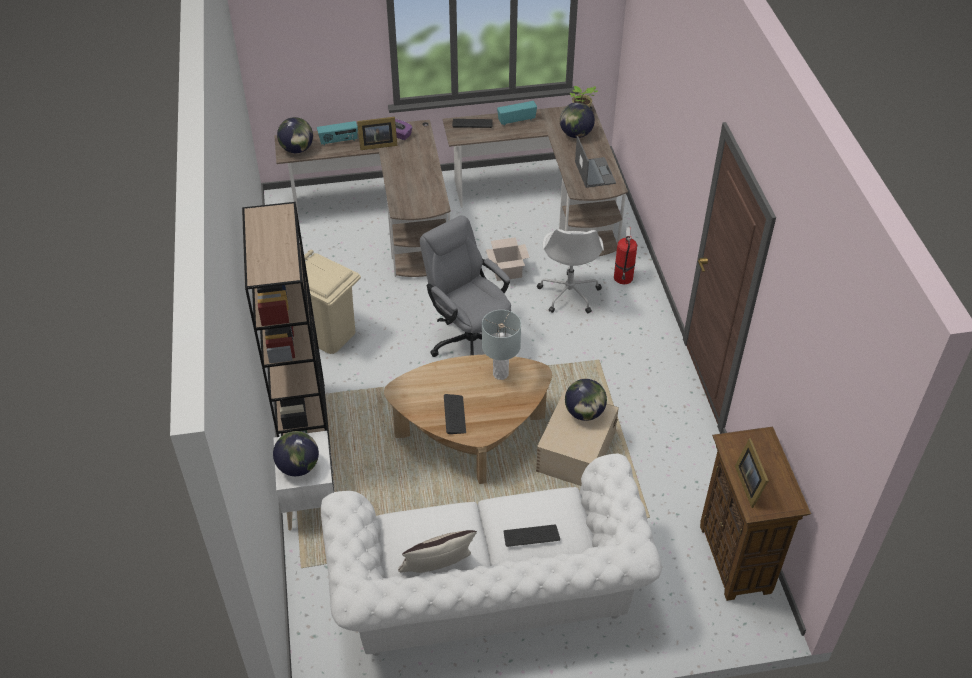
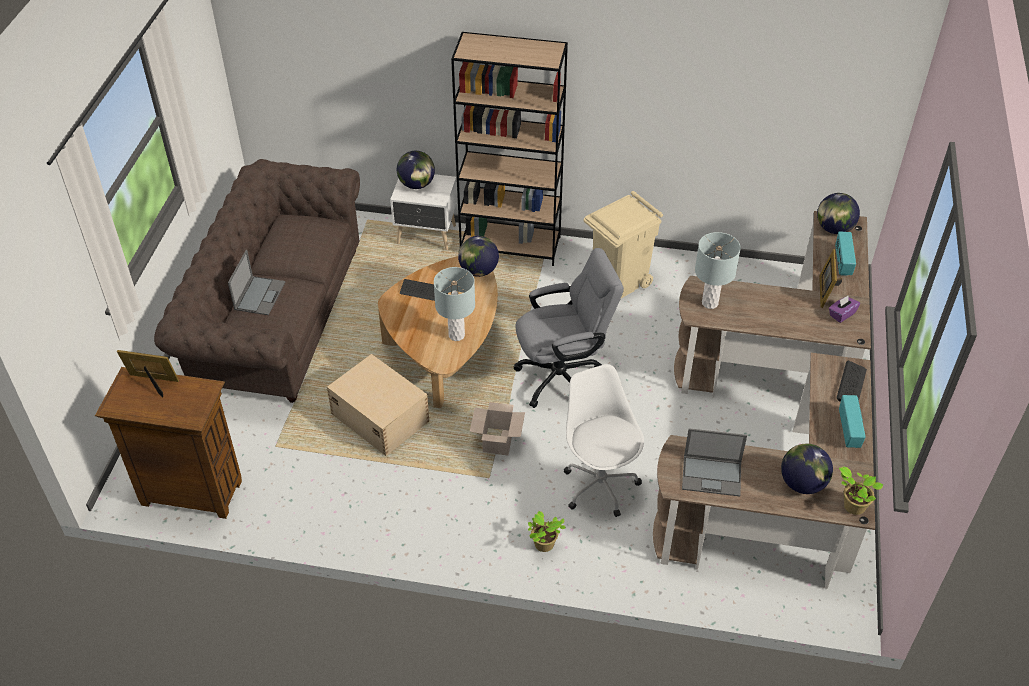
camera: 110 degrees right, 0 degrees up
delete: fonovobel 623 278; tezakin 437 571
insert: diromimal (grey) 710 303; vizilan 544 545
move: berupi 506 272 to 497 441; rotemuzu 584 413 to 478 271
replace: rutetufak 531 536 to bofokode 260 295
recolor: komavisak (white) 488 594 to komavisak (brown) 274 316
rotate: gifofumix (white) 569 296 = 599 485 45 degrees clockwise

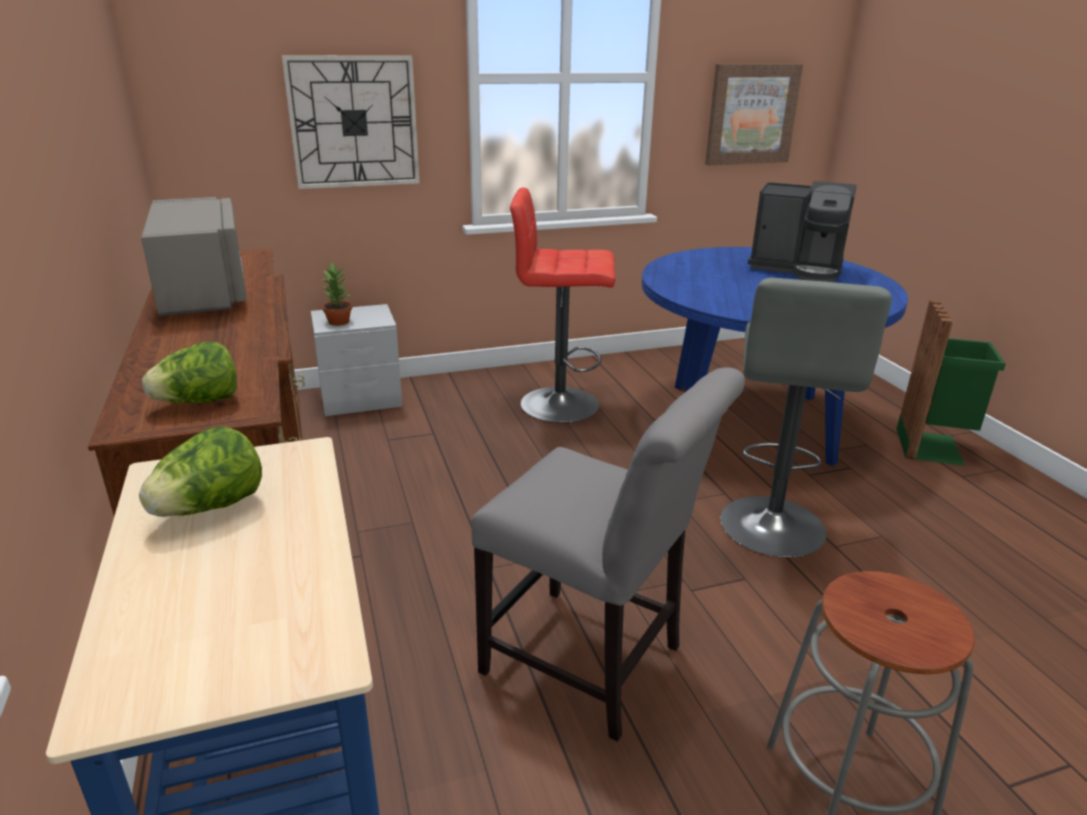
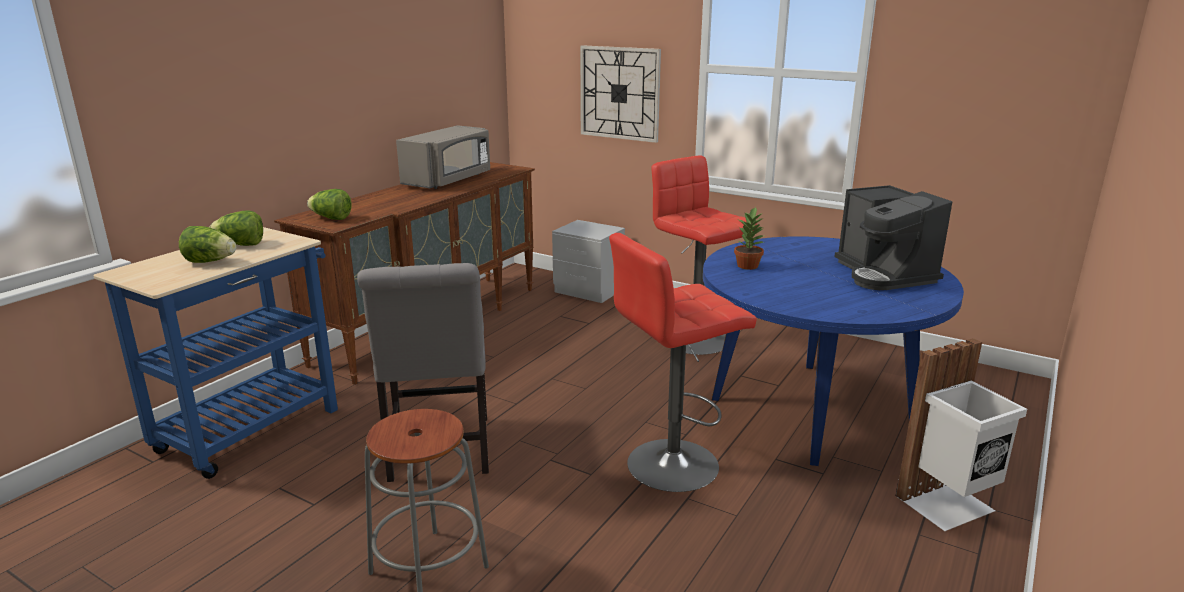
camera: 50 degrees right, 5 degrees down
delete: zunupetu 751 114
insert: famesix 210 262
move: vizilan 339 321 to 748 266
recolor: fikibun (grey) 771 526 to fikibun (red) 671 465; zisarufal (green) 933 447 to zisarufal (white) 948 505

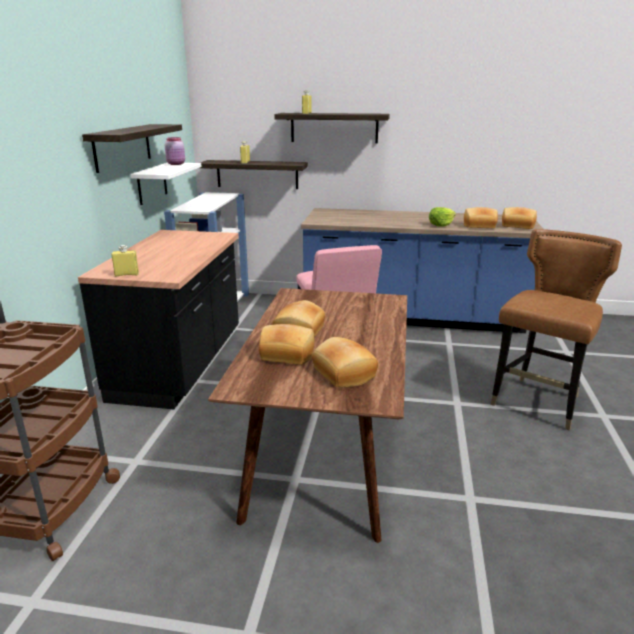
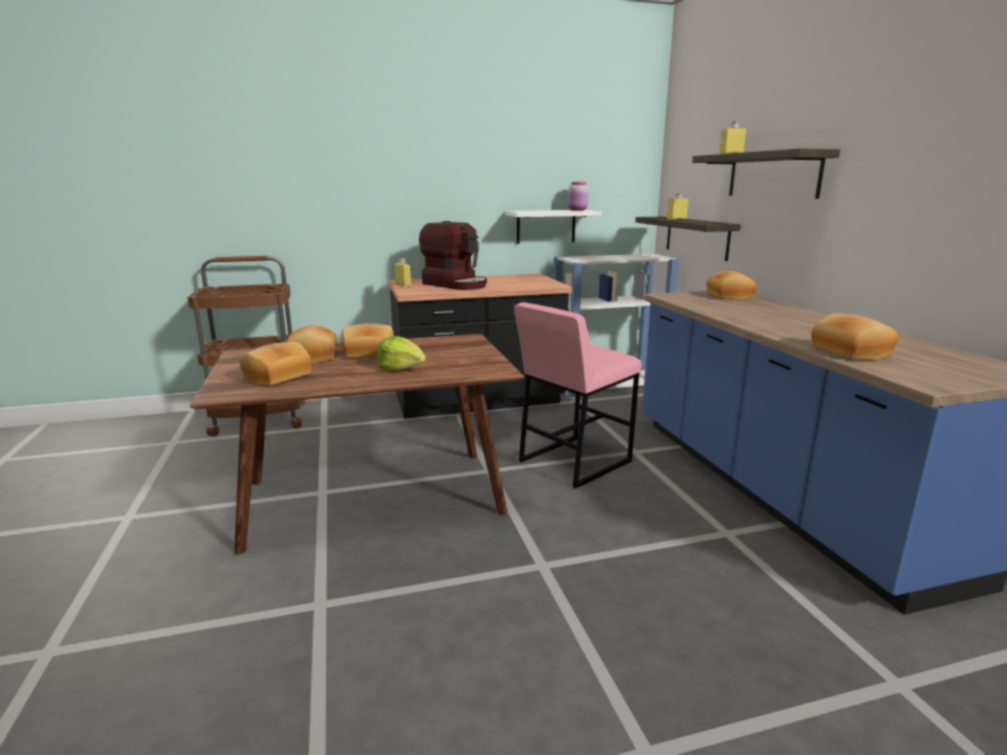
camera: 65 degrees right, 5 degrees down
delete: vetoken 123 147; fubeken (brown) 538 403
insert: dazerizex 456 284
move: famesix 441 225 to 401 368; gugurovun 517 226 to 728 296

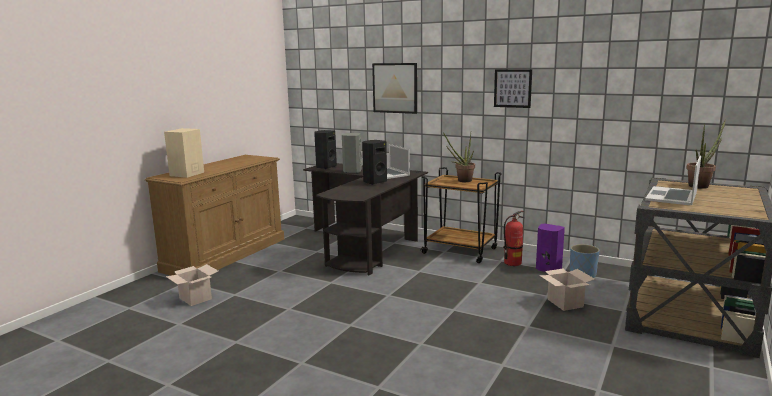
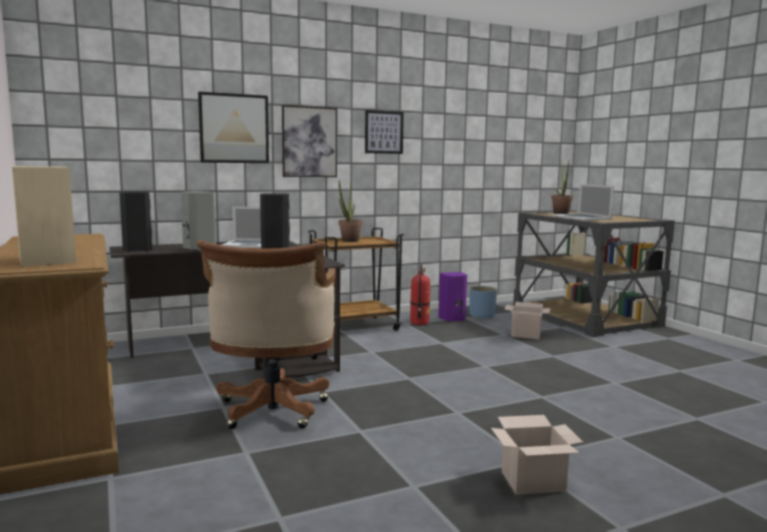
camera: 55 degrees left, 5 degrees down
insert: zunupetu 309 142; gifofumix 272 411
move: berupi 194 298 to 532 482

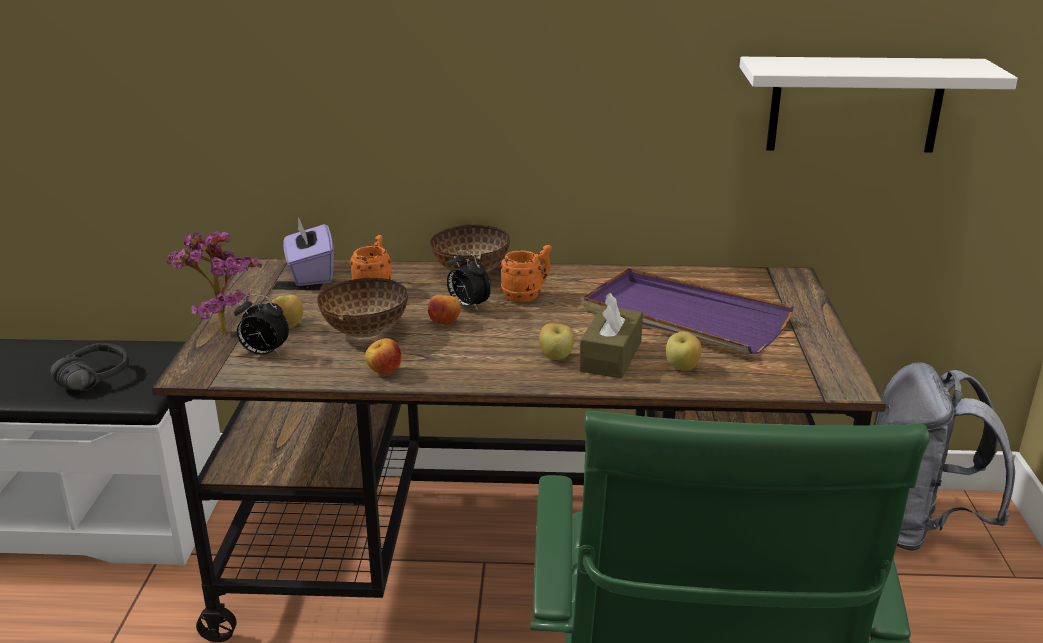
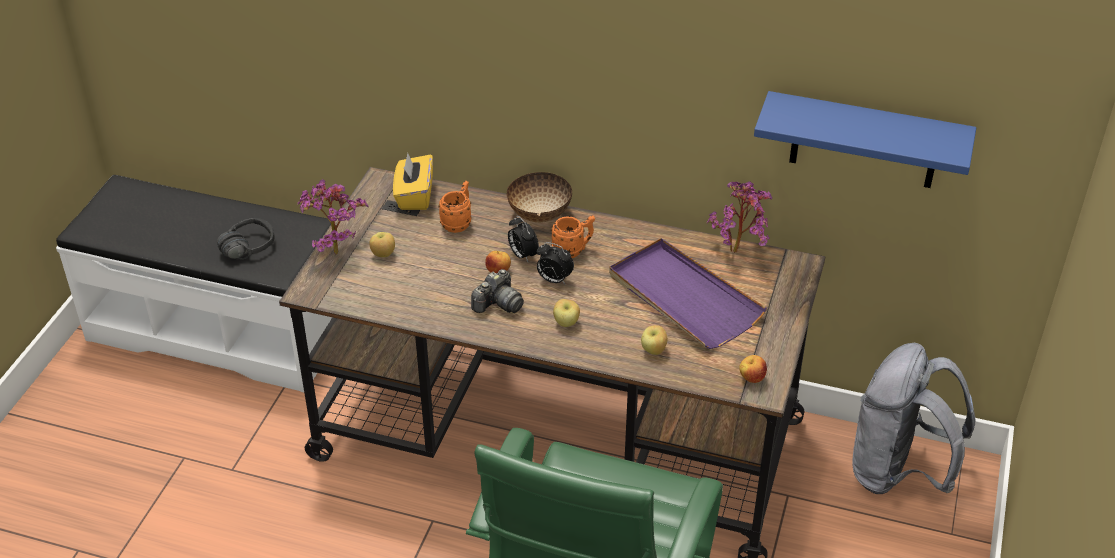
camera: 15 degrees right, 15 degrees up
delete: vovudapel 365 332; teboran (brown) 611 356
insert: vizilan 739 250; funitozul 498 304
move: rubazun 264 354 to 554 280; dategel 384 372 to 751 378
recolor: vetoken (white) 855 104 to vetoken (blue) 865 141; teboran (purple) 311 274 to teboran (yellow) 414 196

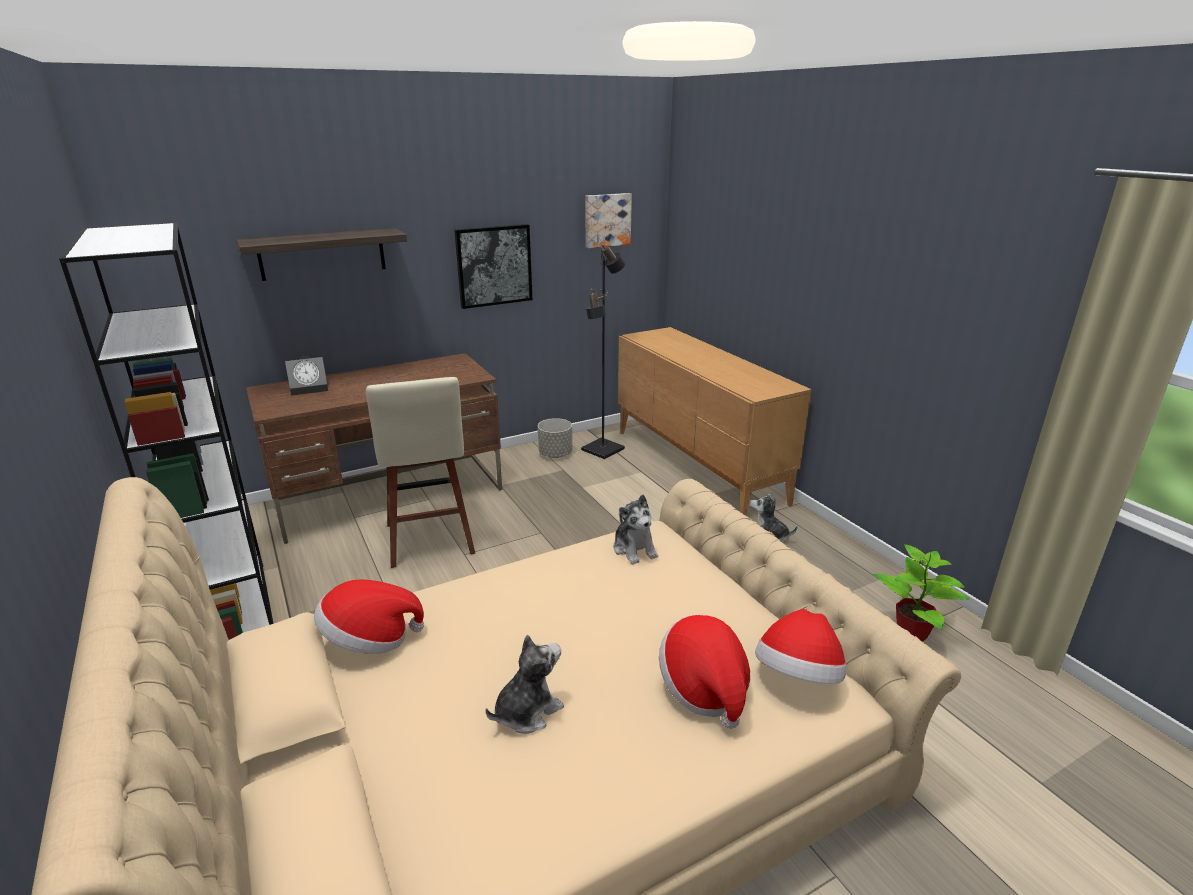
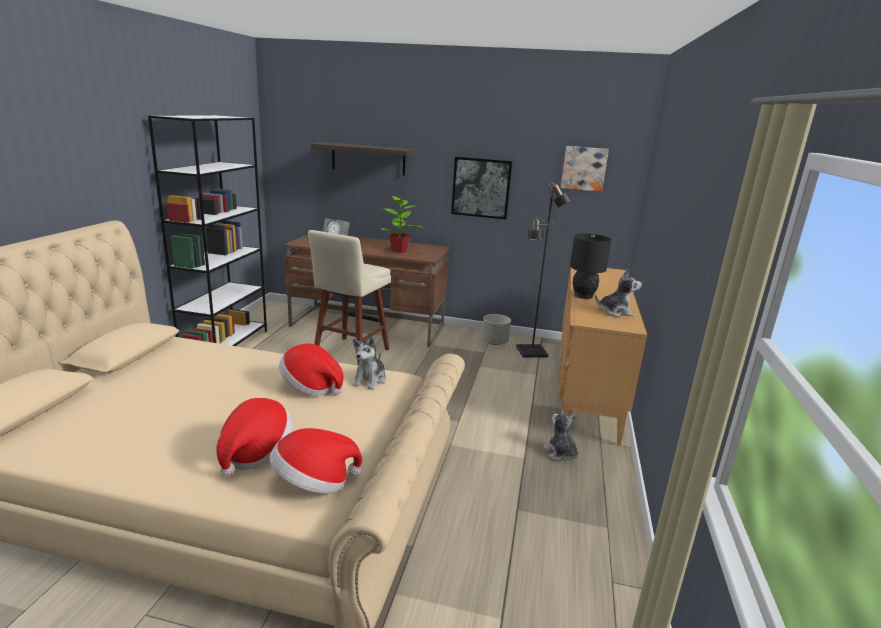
camera: 40 degrees right, 5 degrees down
insert: diromimal (black) 583 295
move: vizilan 912 633 to 399 251; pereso 370 640 to 311 387; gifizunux 527 711 to 615 312

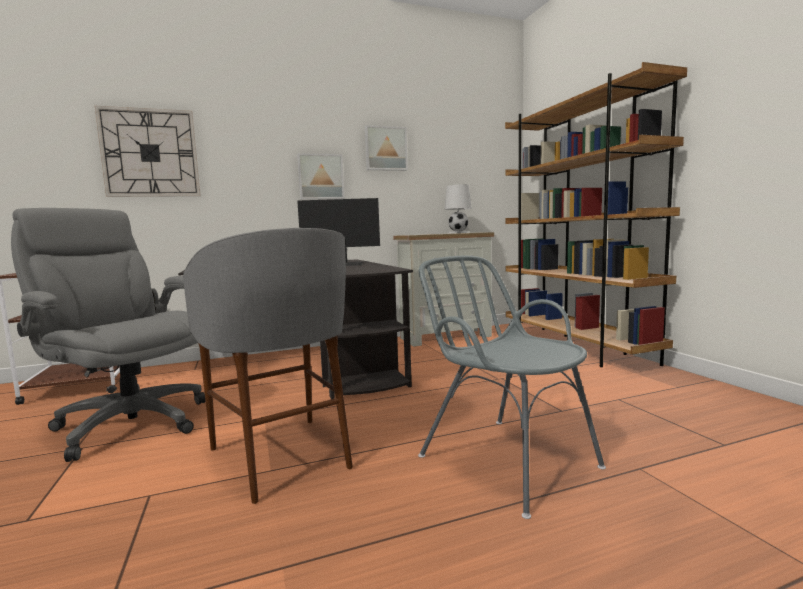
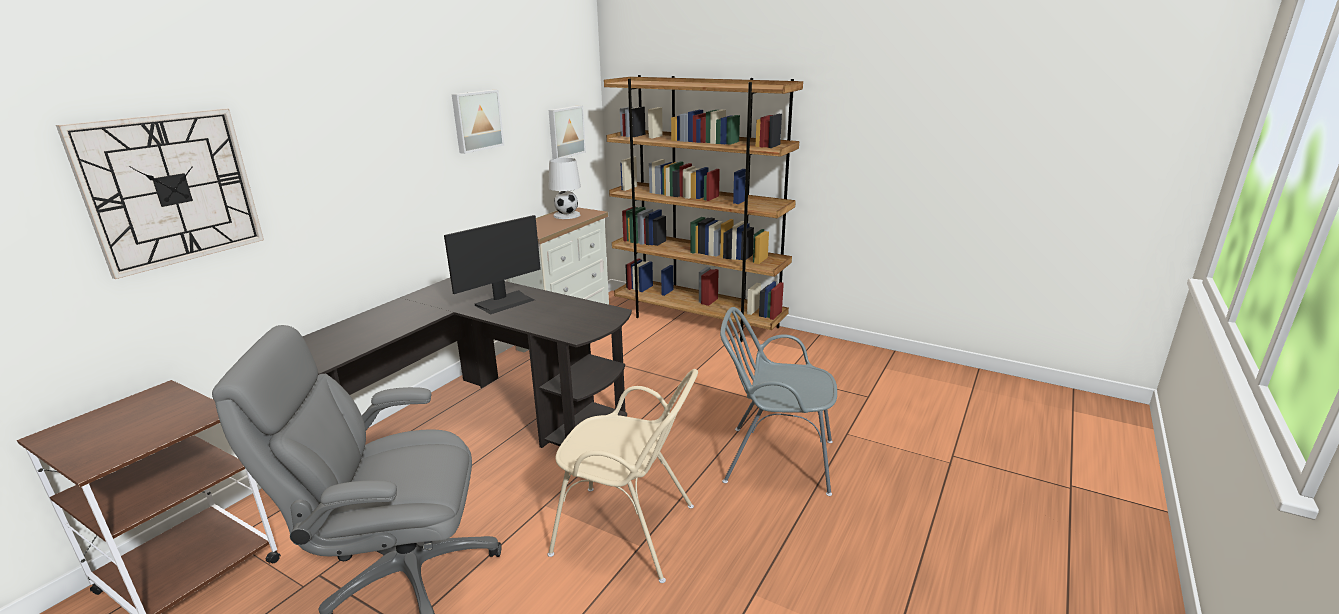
camera: 40 degrees left, 15 degrees up
move: zunupetu 320 177 to 565 131
replace: fikibun (grey) 282 457 to fubeken (beige) 630 531

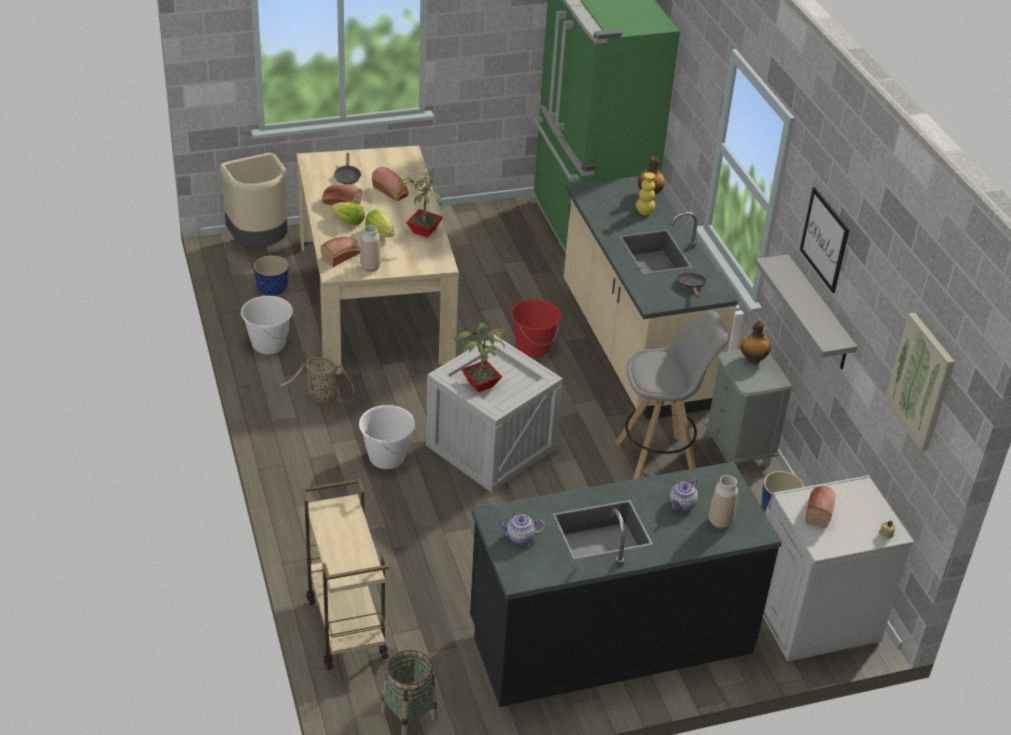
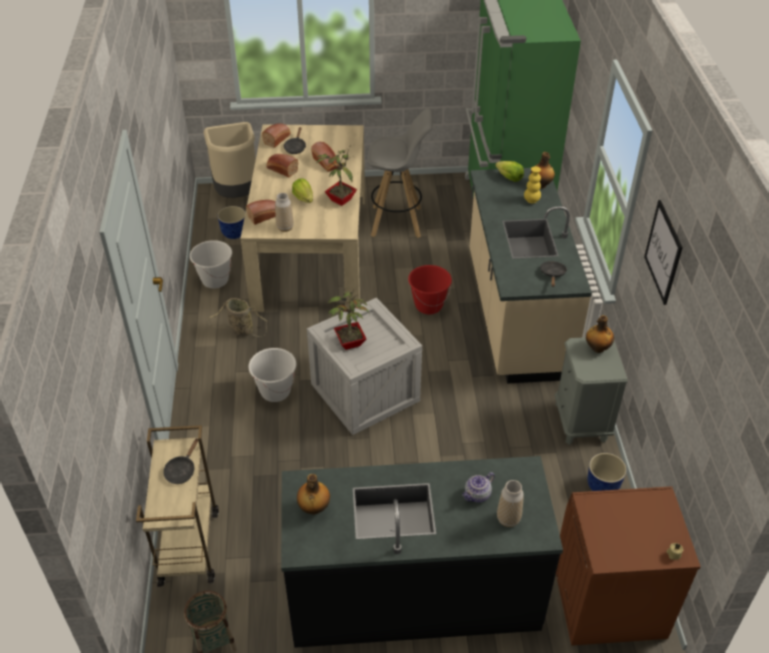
camera: 15 degrees right, 5 degrees up
delete: vetoken (grey) 818 314; zunupetu 921 381
insert: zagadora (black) 182 470
move: famesix 348 221 to 509 178; fikibun (grey) 659 462 to 398 222; gugurovun 819 510 to 277 139
replace: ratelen 519 537 to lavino 314 508
recolor: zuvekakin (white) 813 618 to zuvekakin (brown) 608 602

